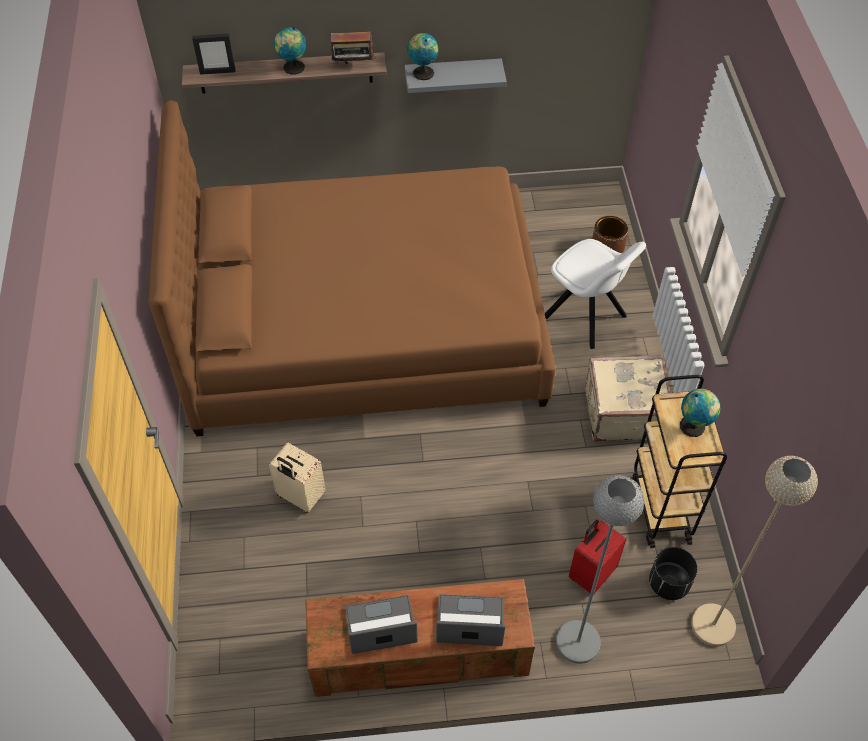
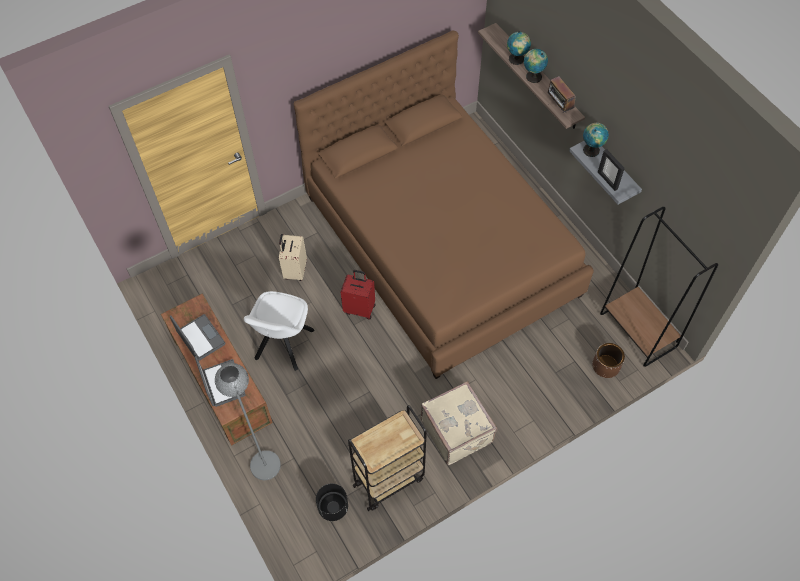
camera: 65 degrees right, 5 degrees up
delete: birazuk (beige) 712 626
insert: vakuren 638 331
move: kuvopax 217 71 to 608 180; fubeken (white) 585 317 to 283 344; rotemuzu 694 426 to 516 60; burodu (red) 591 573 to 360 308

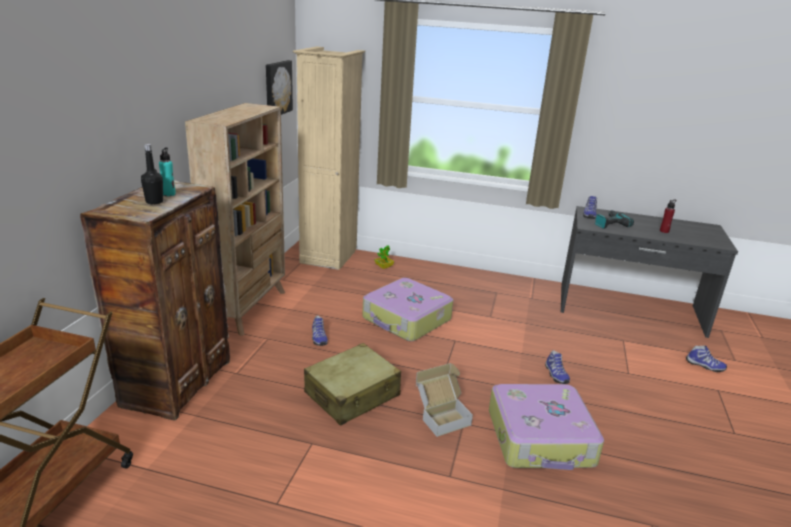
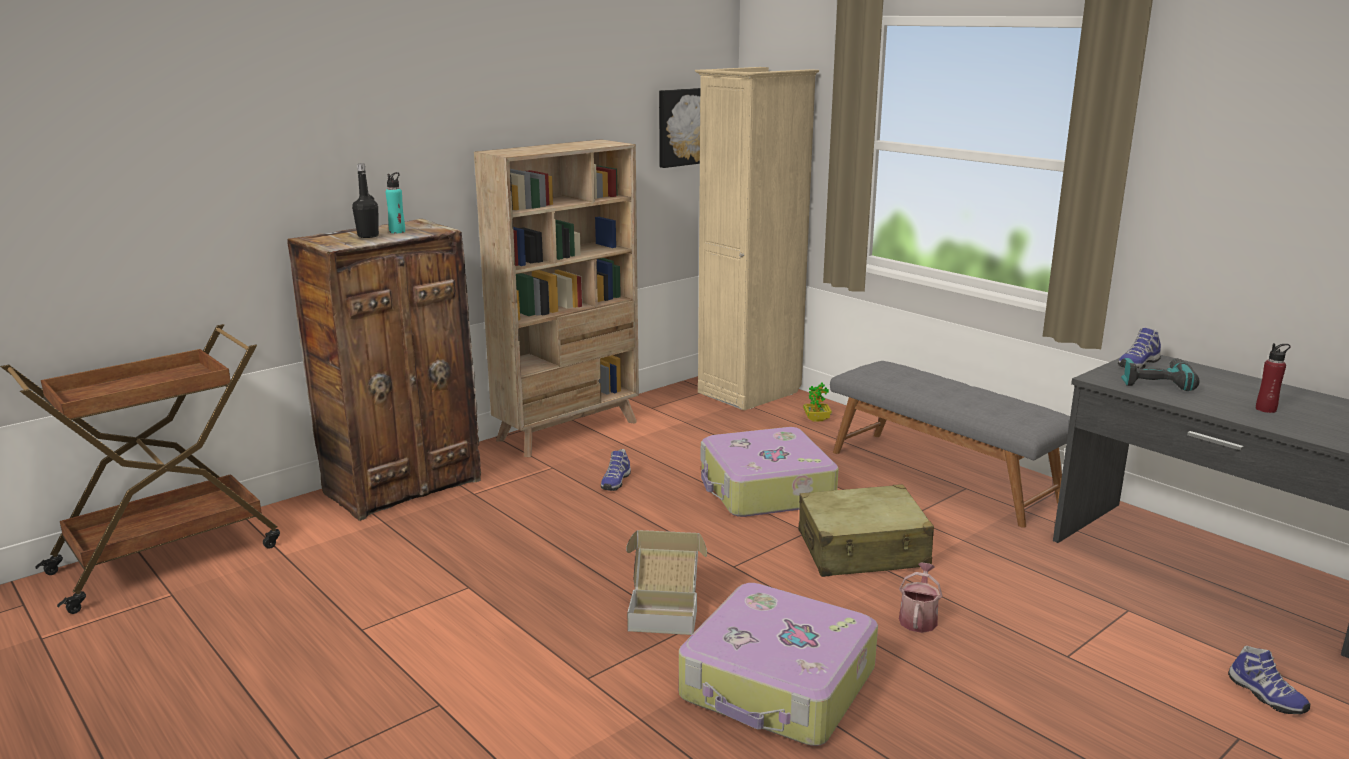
camera: 35 degrees right, 5 degrees down
insert: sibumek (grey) 943 476
move: burodu (beige) 352 395 to 863 550
replace: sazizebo 555 375 to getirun 918 618

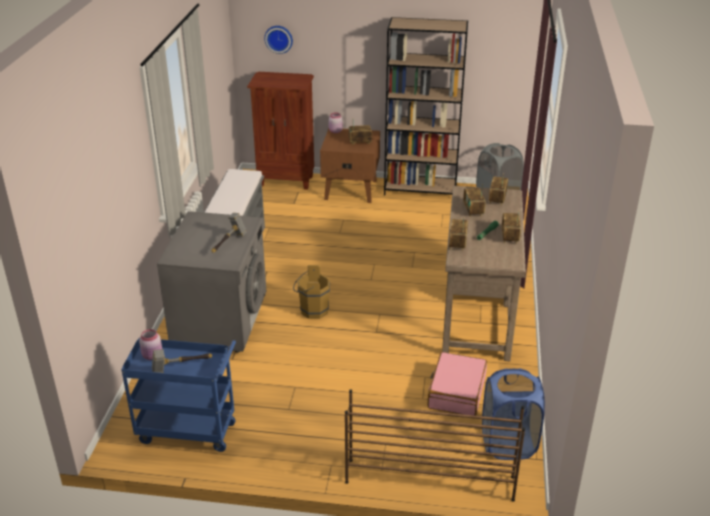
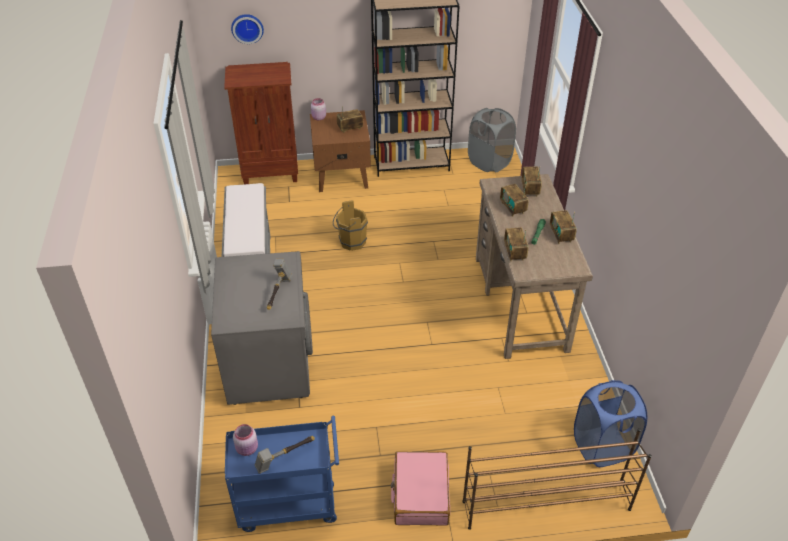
camera: 15 degrees left, 10 degrees up
move: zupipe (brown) 312 310 to 350 242; burodu (pink) 456 392 to 420 494

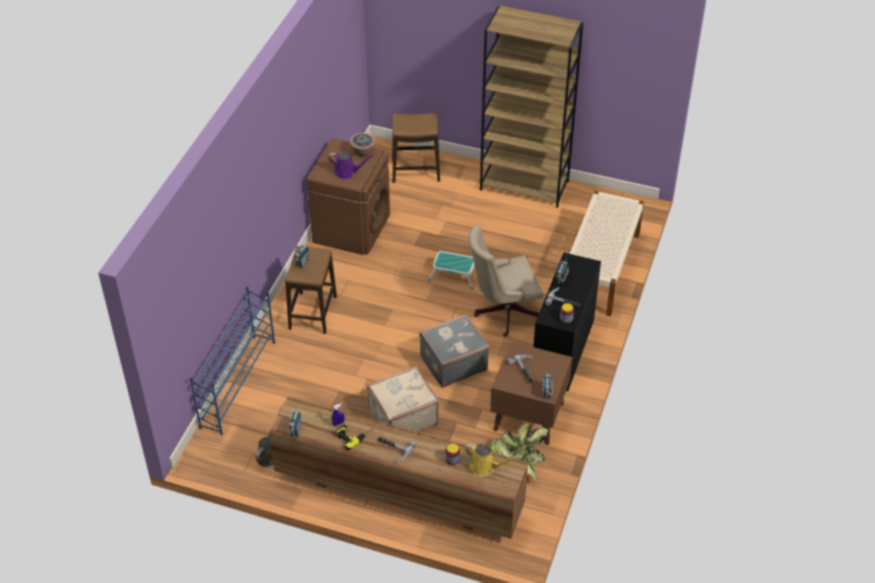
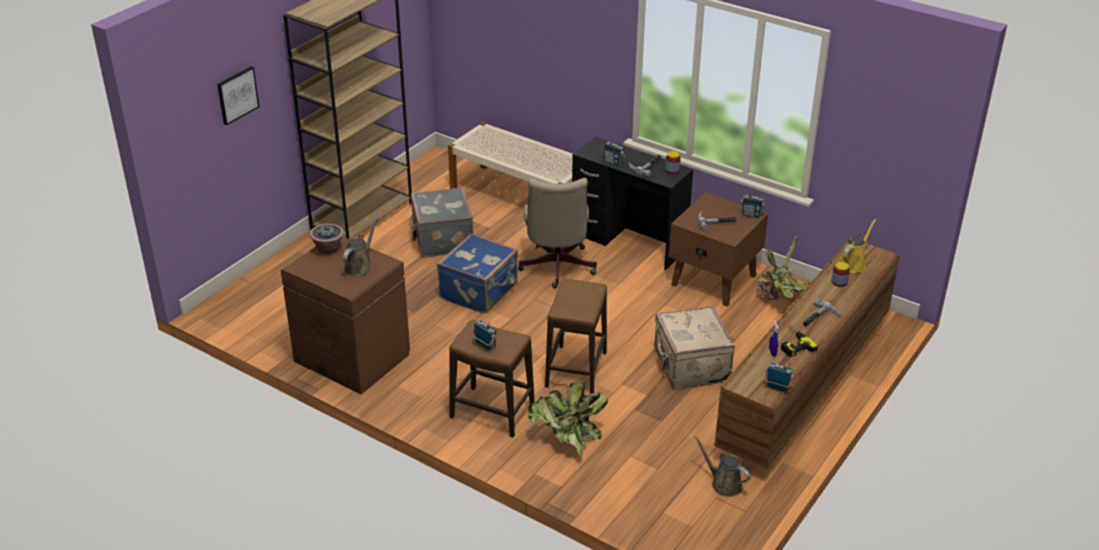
camera: 75 degrees left, 10 degrees down
delete: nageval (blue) 238 383
insert: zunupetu 237 95; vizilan 568 439
move: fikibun 416 171 to 576 369; burodu (grey) 452 363 to 441 240
replace: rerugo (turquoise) 454 274 to burodu (blue) 480 291
recolor: getirun (purple) 347 172 to getirun (brown) 360 266

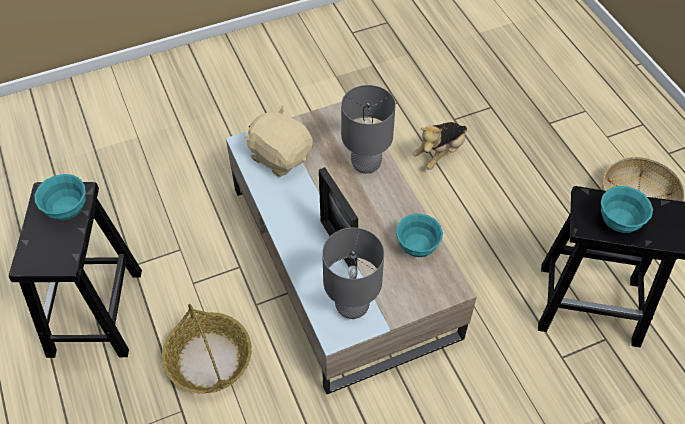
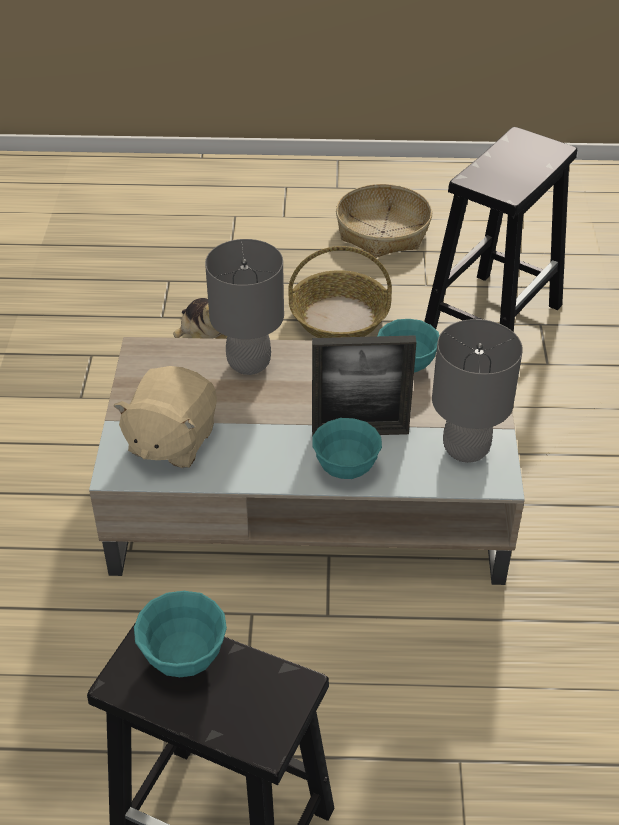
camera: 65 degrees left, 10 degrees down
move: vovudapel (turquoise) 619 222 to 346 468; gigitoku 209 360 to 340 317
rotate: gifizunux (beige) 280 156 = 171 441 45 degrees counterclockwise

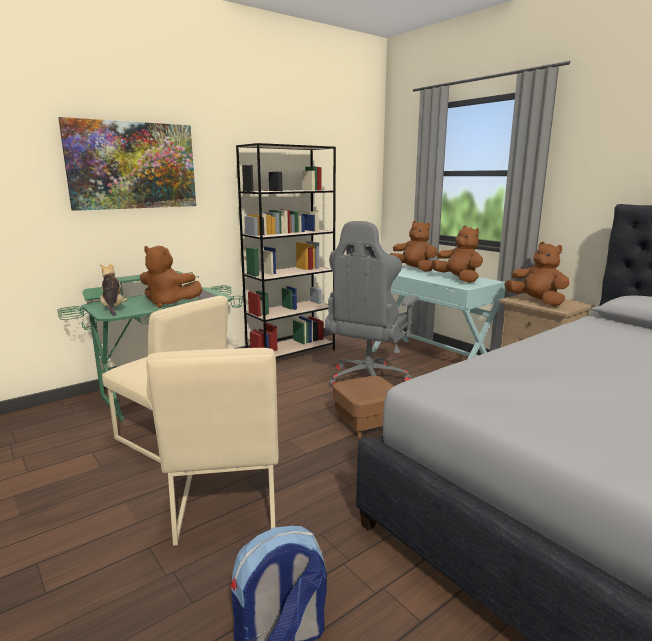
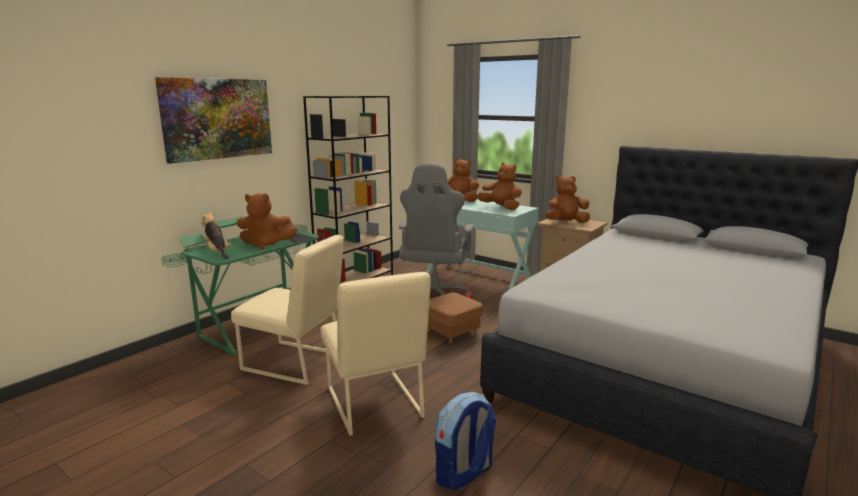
camera: 15 degrees left, 0 degrees up
rotate: gifizunux (brown) 536 301 = 566 222 45 degrees counterclockwise

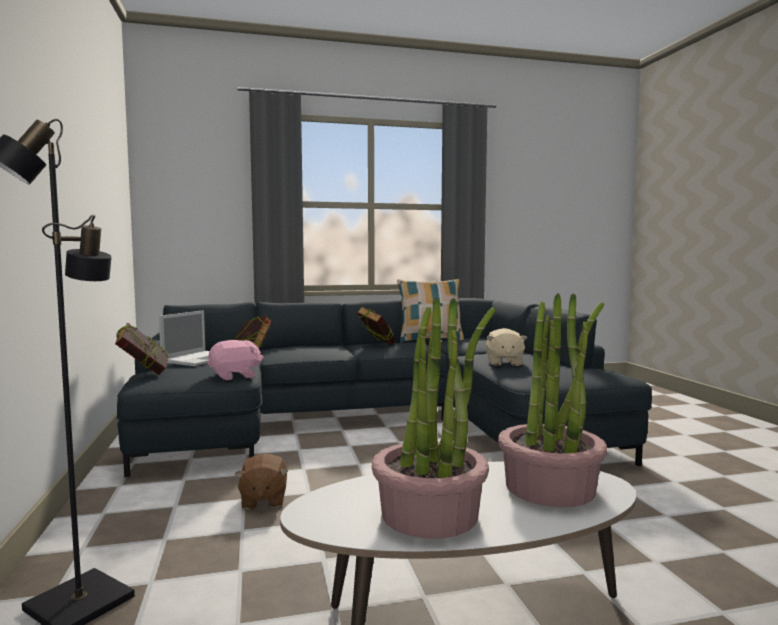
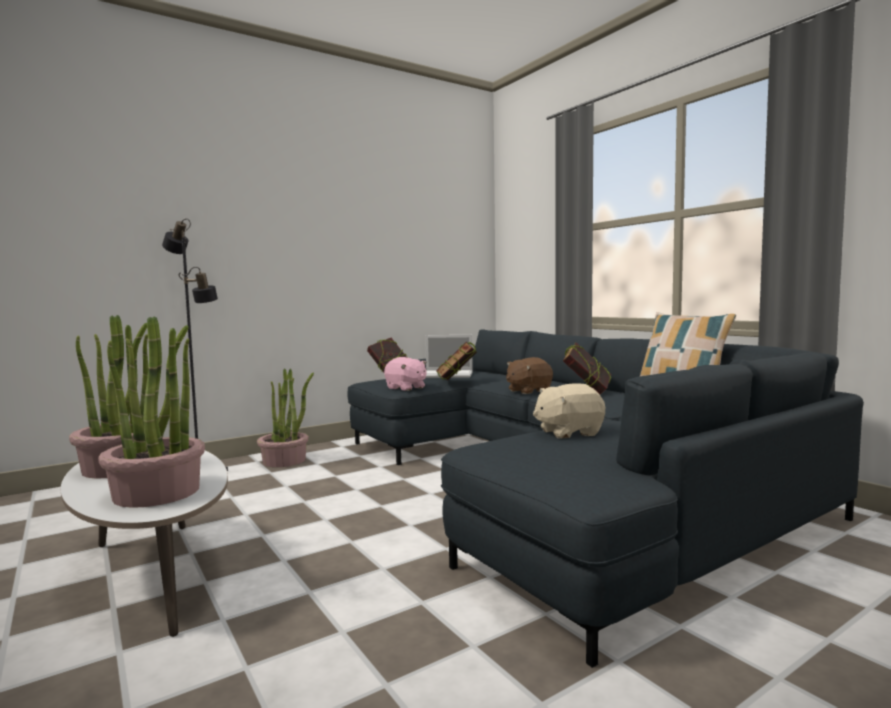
camera: 70 degrees right, 0 degrees up
insert: vizilan 284 461
move: gifizunux (brown) 263 500 to 528 391

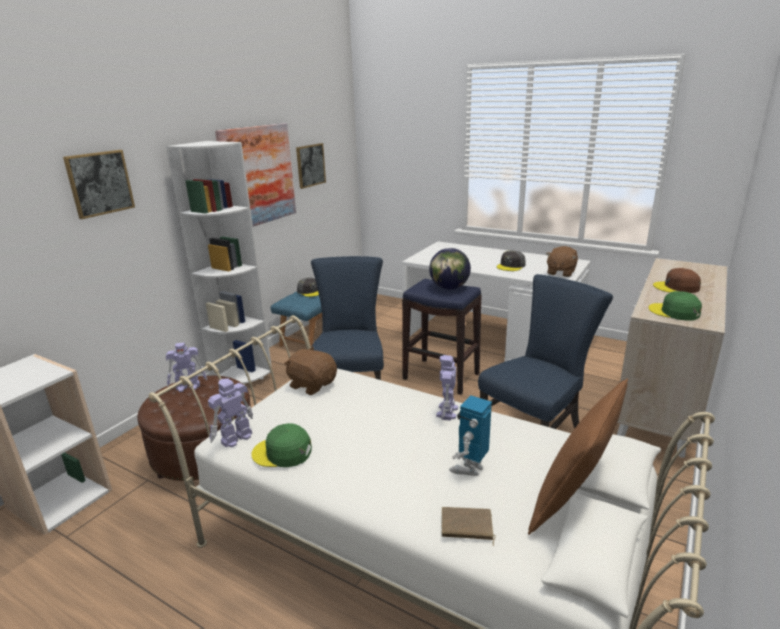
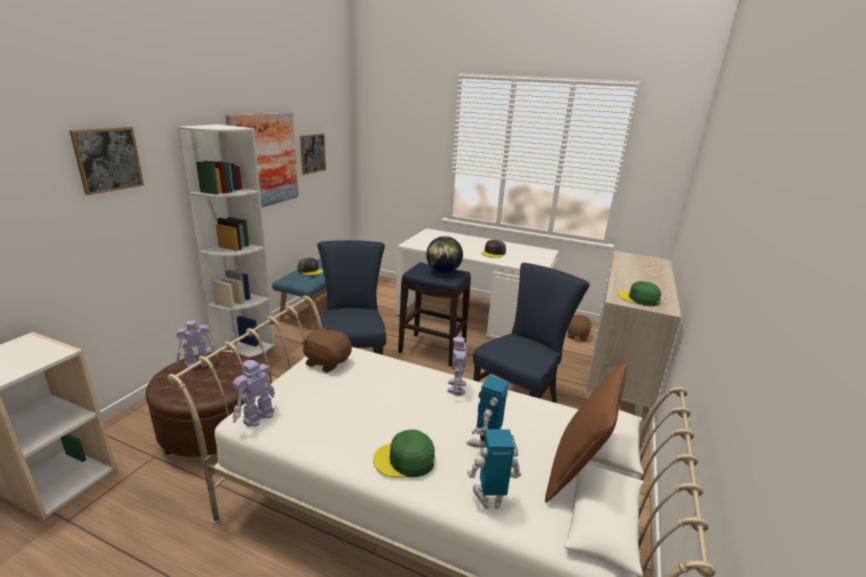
camera: 10 degrees left, 0 degrees up
delete: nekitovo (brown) 676 287
move: gifizunux (brown) 560 272 to 577 335; nekitovo (green) 282 452 to 405 460
replace: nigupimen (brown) 466 527 to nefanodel 490 498

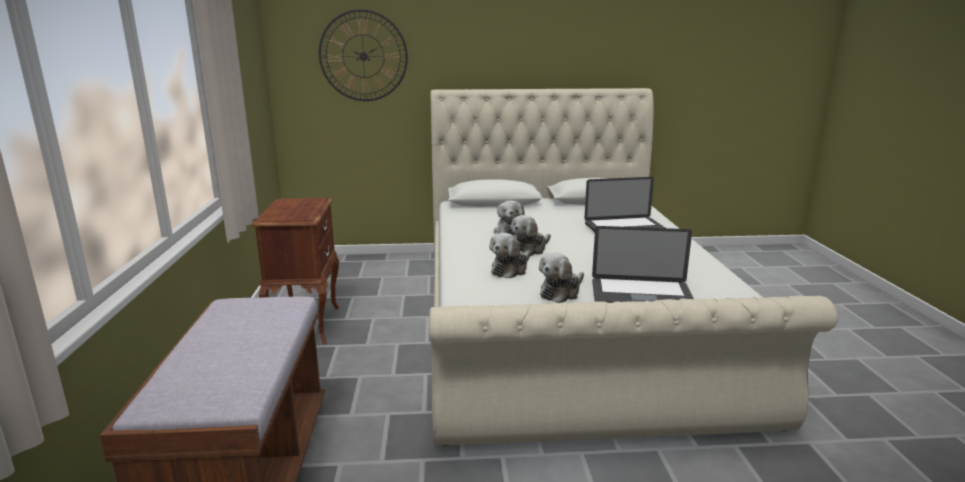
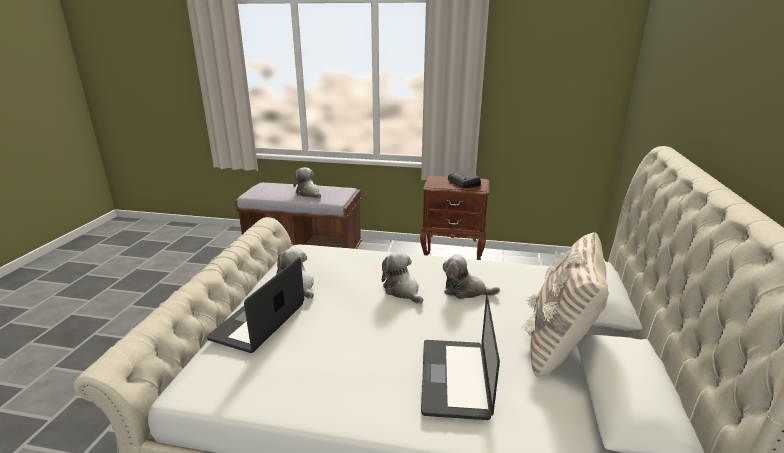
camera: 105 degrees right, 5 degrees up
delete: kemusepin 363 56
insert: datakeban 464 183; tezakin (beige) 555 344
move: gifizunux 510 269 to 308 193

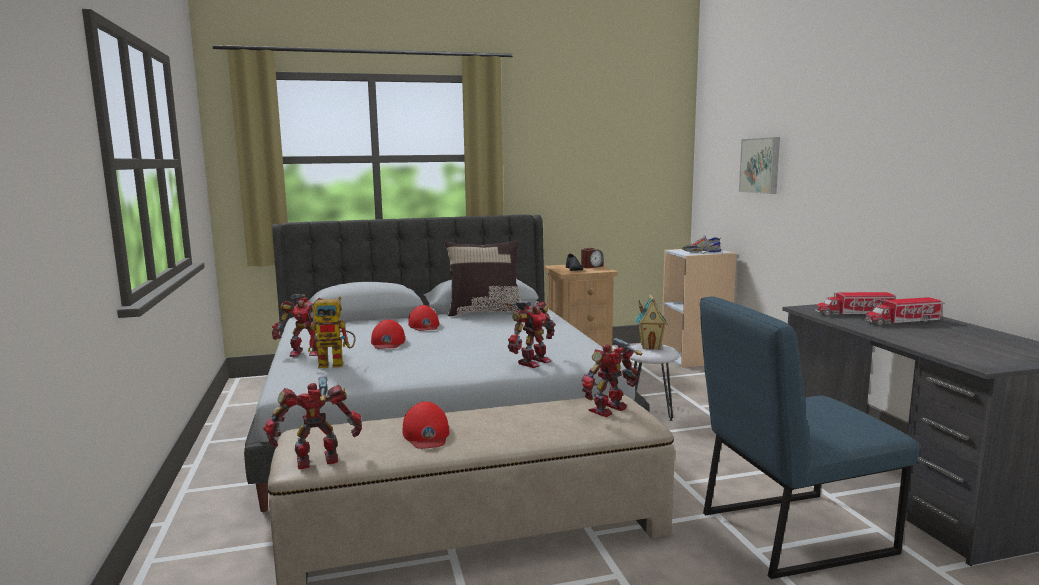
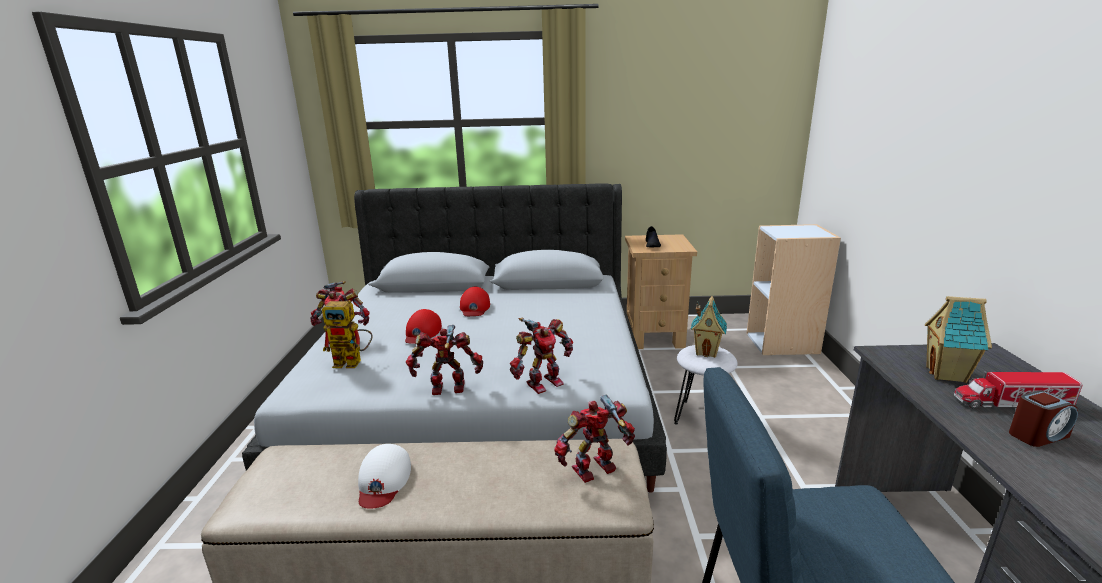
camera: 15 degrees right, 10 degrees up
delete: zunupetu 761 165; sazizebo 701 252; tezakin 485 312
move: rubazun 591 266 to 1037 435; nefanodel 318 461 to 448 389
replace: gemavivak 854 314 to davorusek 947 375
recolor: nekitovo (red) 426 434 to nekitovo (white) 383 481

